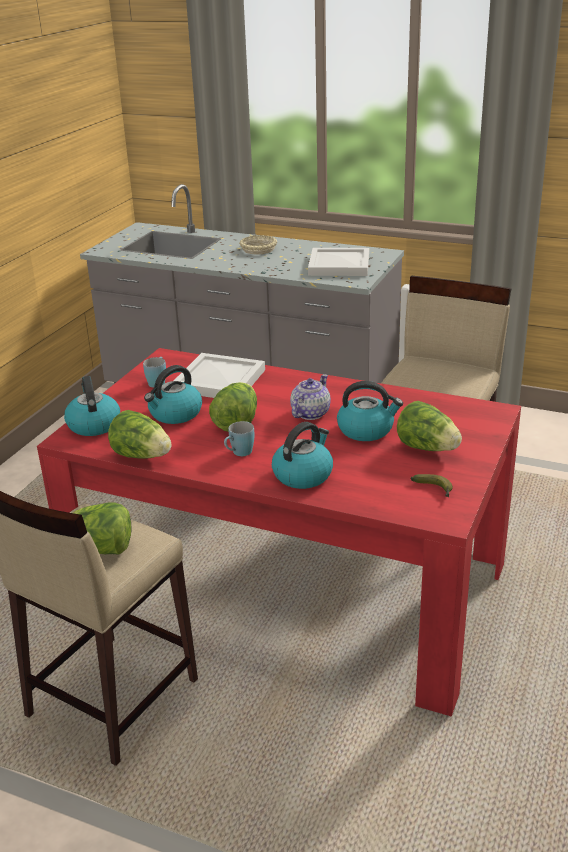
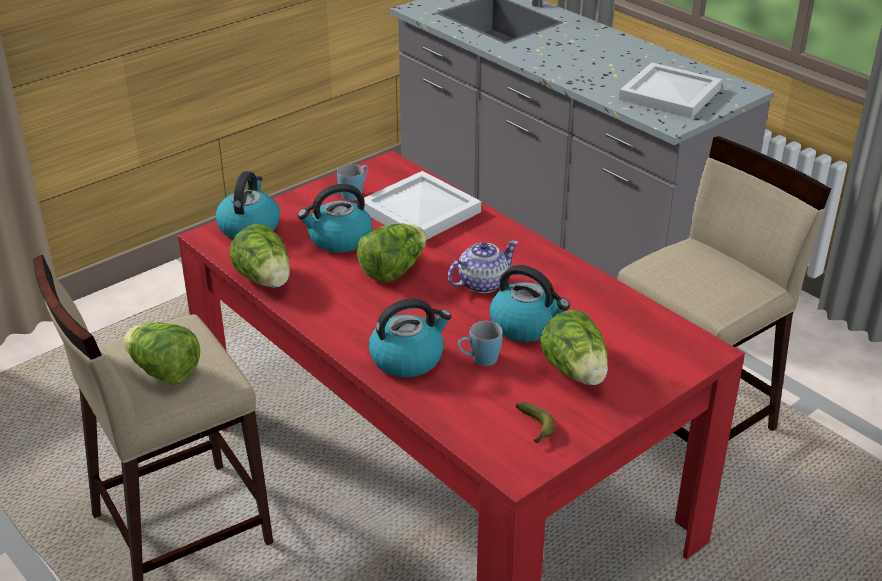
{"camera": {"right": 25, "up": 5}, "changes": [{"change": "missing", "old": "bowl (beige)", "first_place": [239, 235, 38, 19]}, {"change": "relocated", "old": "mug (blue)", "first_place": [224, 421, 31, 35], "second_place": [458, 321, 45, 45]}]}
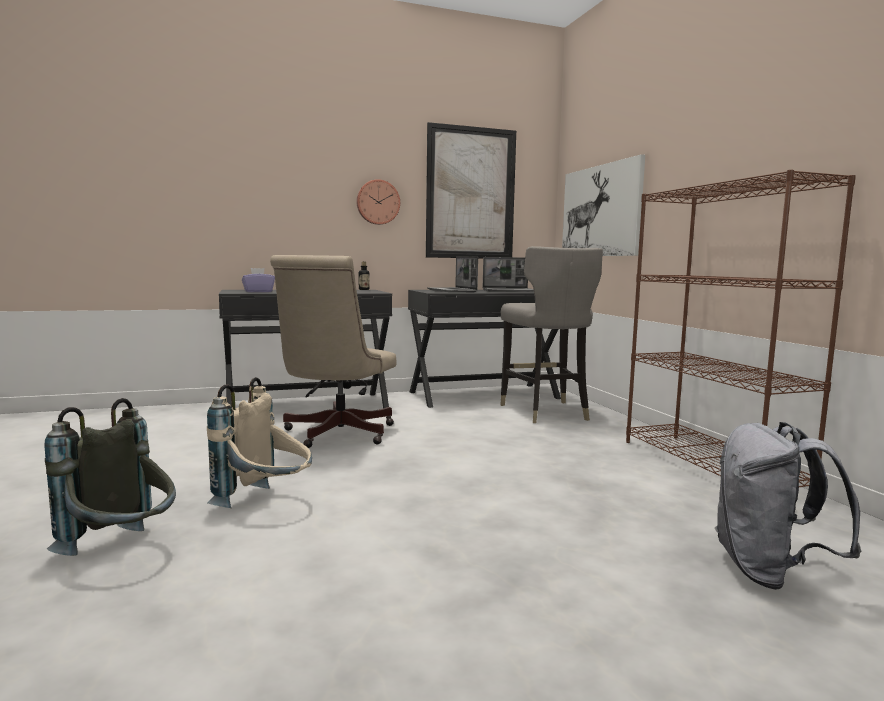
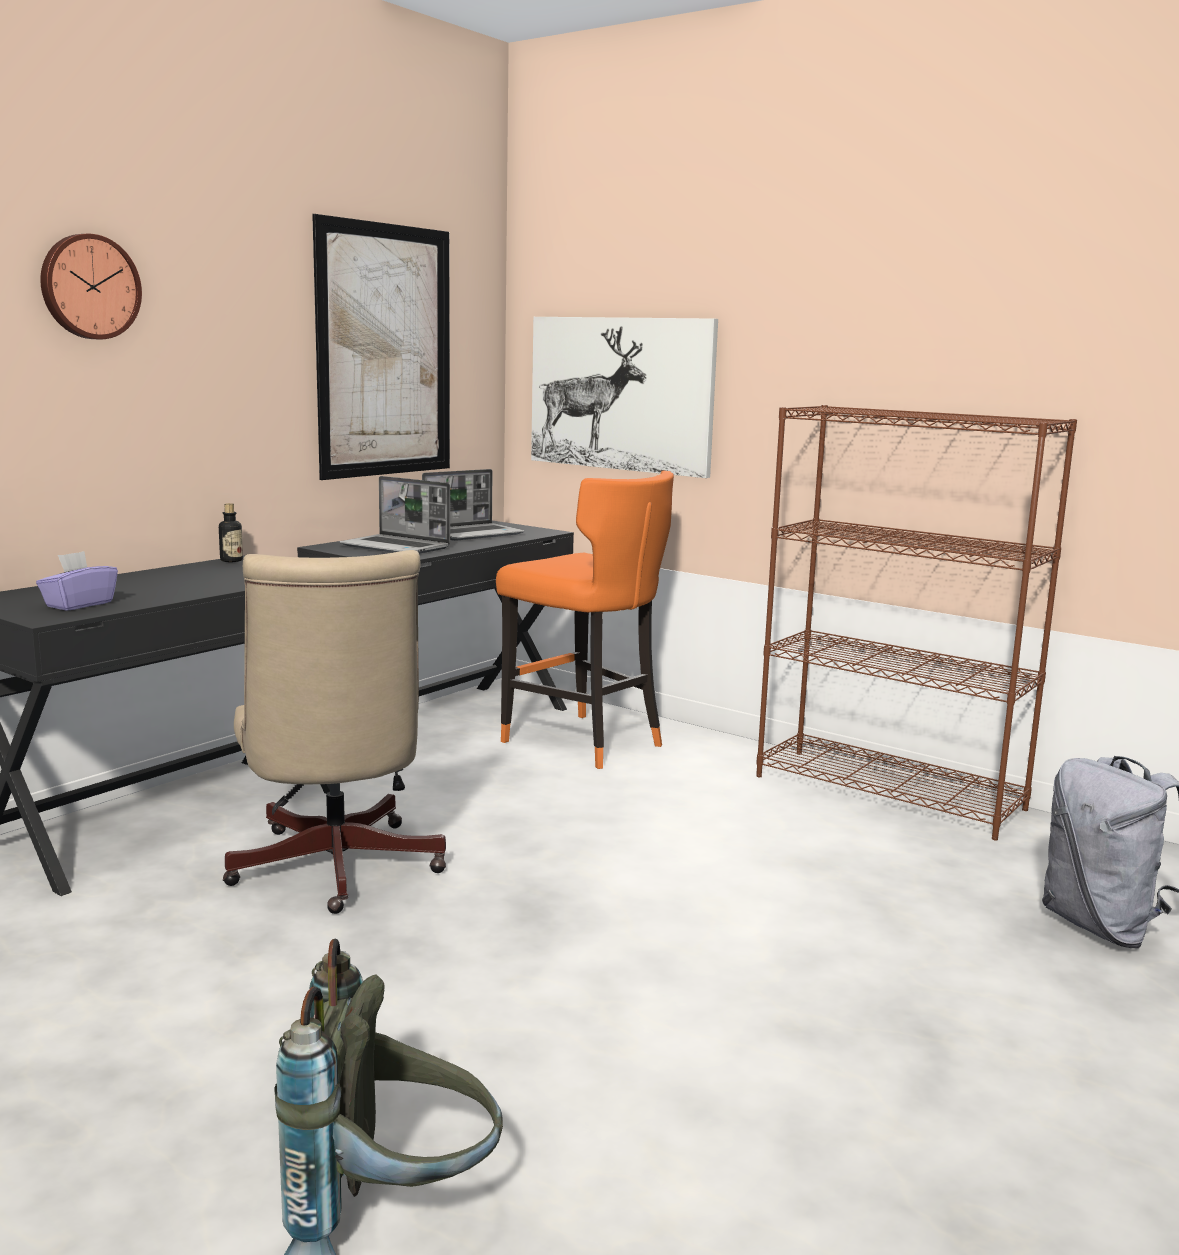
{"camera": {"right": -35, "up": 5}, "changes": [{"change": "missing", "old": "backpack (beige)", "first_place": [207, 377, 105, 131]}, {"change": "relocated", "old": "wall clock", "first_place": [356, 179, 44, 46], "second_place": [40, 234, 102, 105]}, {"change": "colour", "old": "stool (grey)", "new": "stool (orange)", "first_place": [500, 246, 103, 177], "second_place": [496, 470, 178, 299]}]}
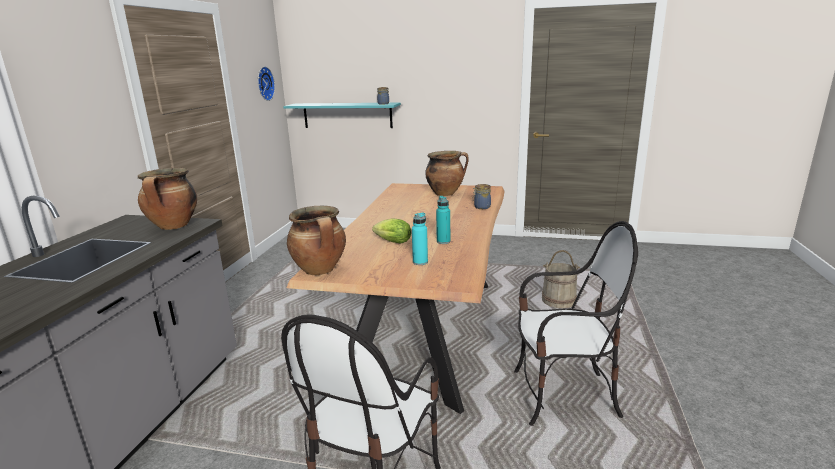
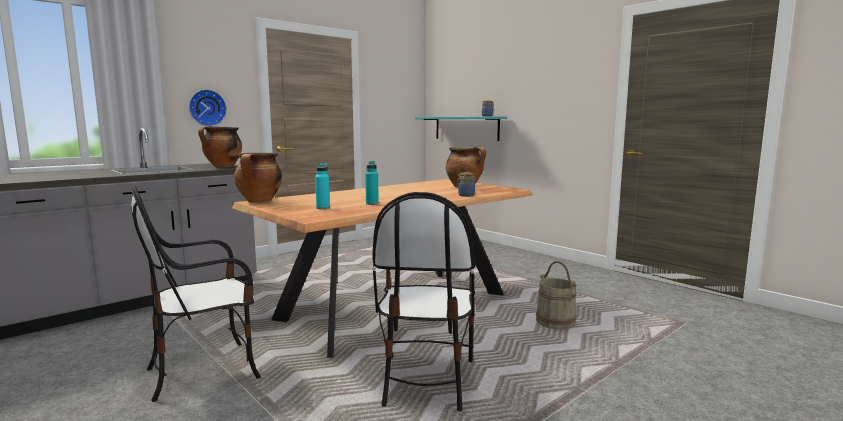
{"camera": {"right": 35, "up": -10}, "changes": [{"change": "missing", "old": "lettuce", "first_place": [372, 218, 39, 26]}, {"change": "relocated", "old": "wall clock", "first_place": [258, 66, 17, 35], "second_place": [189, 89, 38, 37]}, {"change": "spun", "old": "chair", "first_place": [514, 221, 124, 205], "second_place": [372, 192, 103, 220], "degrees": 60}]}
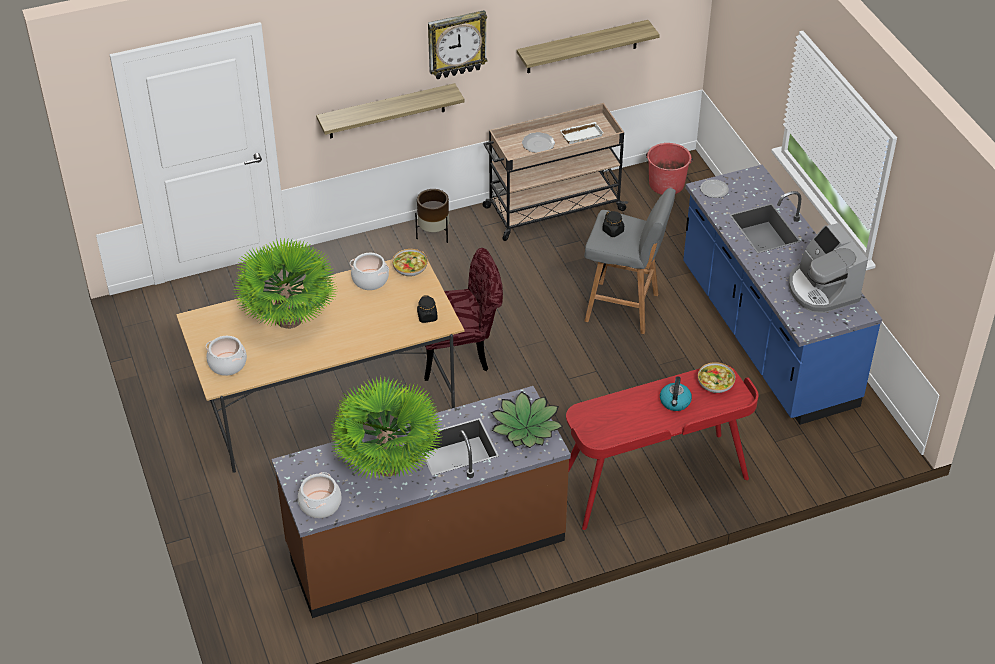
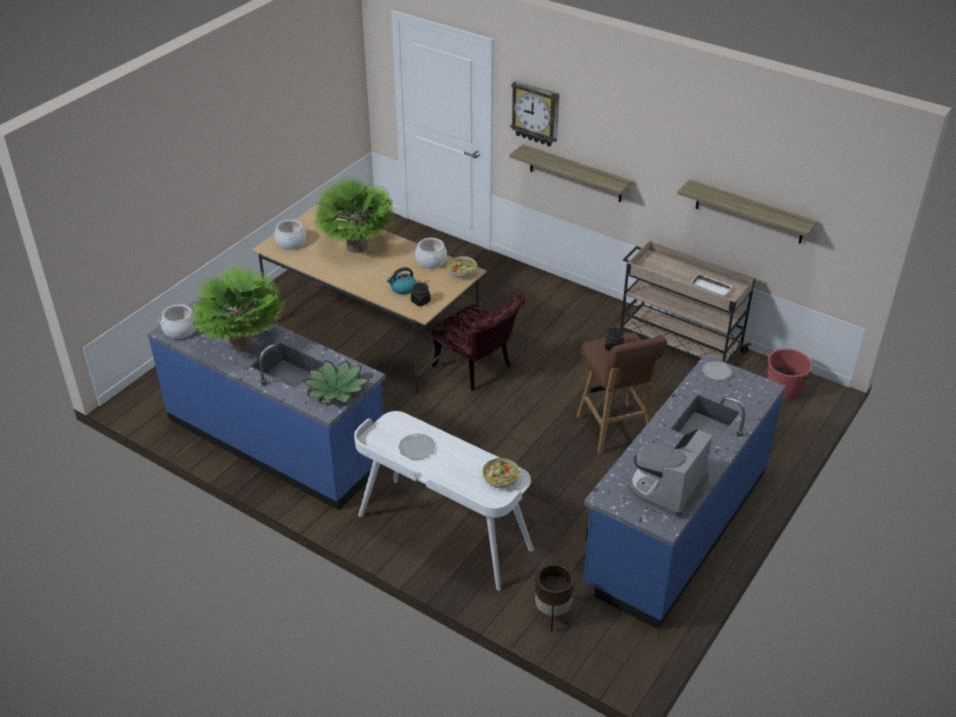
{"camera": {"right": 55, "up": -5}, "changes": [{"change": "relocated", "old": "planter (brown)", "first_place": [415, 189, 34, 54], "second_place": [534, 563, 40, 68]}, {"change": "relocated", "old": "wall clock", "first_place": [428, 10, 59, 69], "second_place": [510, 80, 49, 67]}, {"change": "relocated", "old": "plate", "first_place": [522, 132, 33, 21], "second_place": [398, 433, 38, 27]}, {"change": "relocated", "old": "kettle", "first_place": [660, 376, 32, 35], "second_place": [387, 267, 29, 28]}, {"change": "colour", "old": "counter (brown)", "new": "counter (blue)", "first_place": [272, 386, 299, 232], "second_place": [147, 294, 238, 216]}, {"change": "colour", "old": "desk (red)", "new": "desk (white)", "first_place": [566, 365, 193, 165], "second_place": [354, 411, 180, 180]}, {"change": "colour", "old": "stool (grey)", "new": "stool (brown)", "first_place": [584, 188, 92, 146], "second_place": [577, 333, 90, 121]}]}
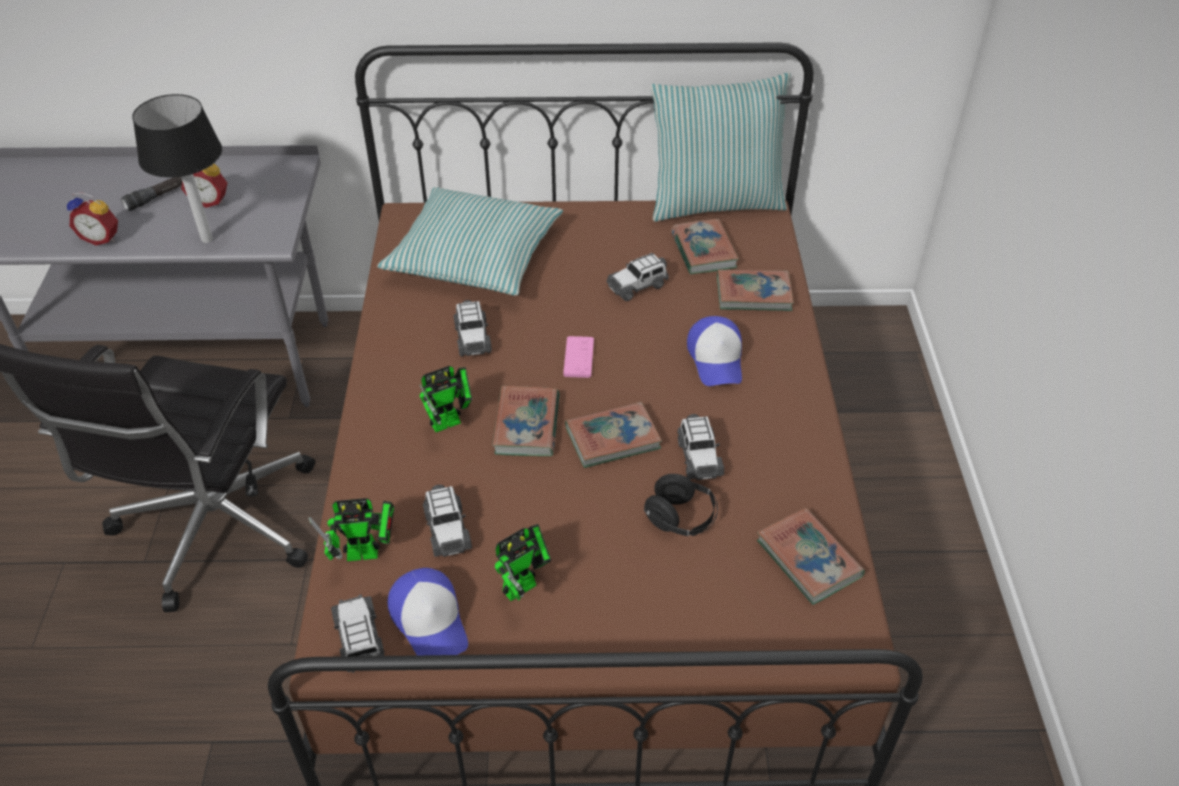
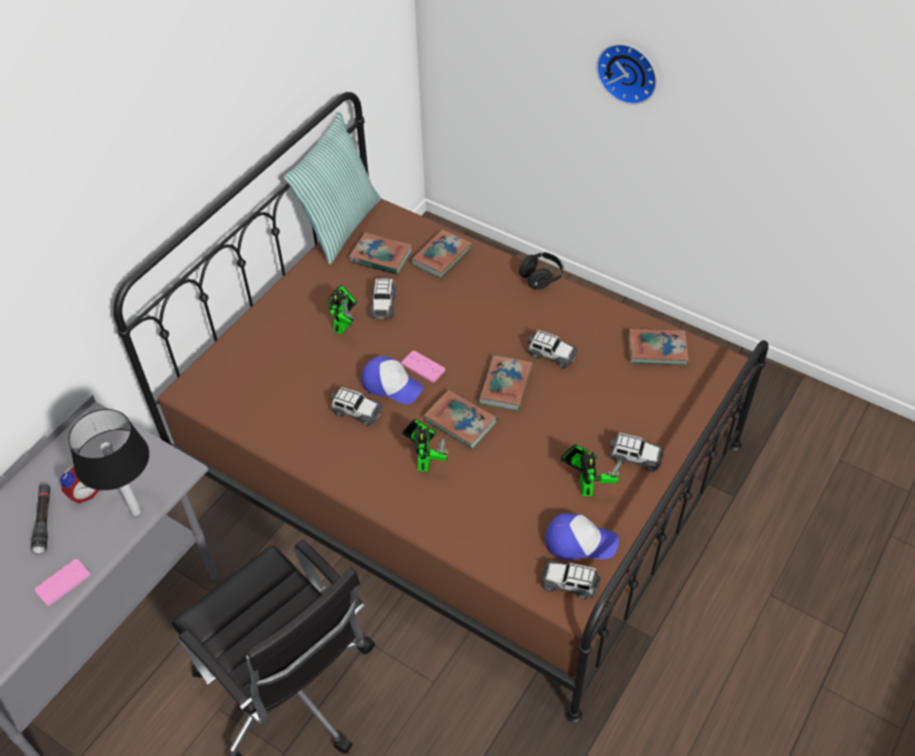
{"camera": {"right": -55, "up": 5}, "changes": [{"change": "missing", "old": "pillow", "first_place": [377, 187, 186, 109]}, {"change": "appeared", "new": "wall clock", "second_place": [596, 44, 61, 61]}, {"change": "relocated", "old": "toy robot", "first_place": [308, 498, 86, 63], "second_place": [328, 285, 29, 50]}, {"change": "relocated", "old": "toy car", "first_place": [423, 485, 49, 72], "second_place": [609, 433, 55, 39]}, {"change": "relocated", "old": "headphones (black)", "first_place": [644, 474, 74, 62], "second_place": [519, 252, 45, 37]}, {"change": "relocated", "old": "cap", "first_place": [687, 316, 55, 70], "second_place": [361, 356, 63, 48]}, {"change": "exchanged", "old": "alarm clock", "new": "game controller (pink)", "first_place": [67, 192, 51, 54], "second_place": [34, 559, 56, 47]}]}
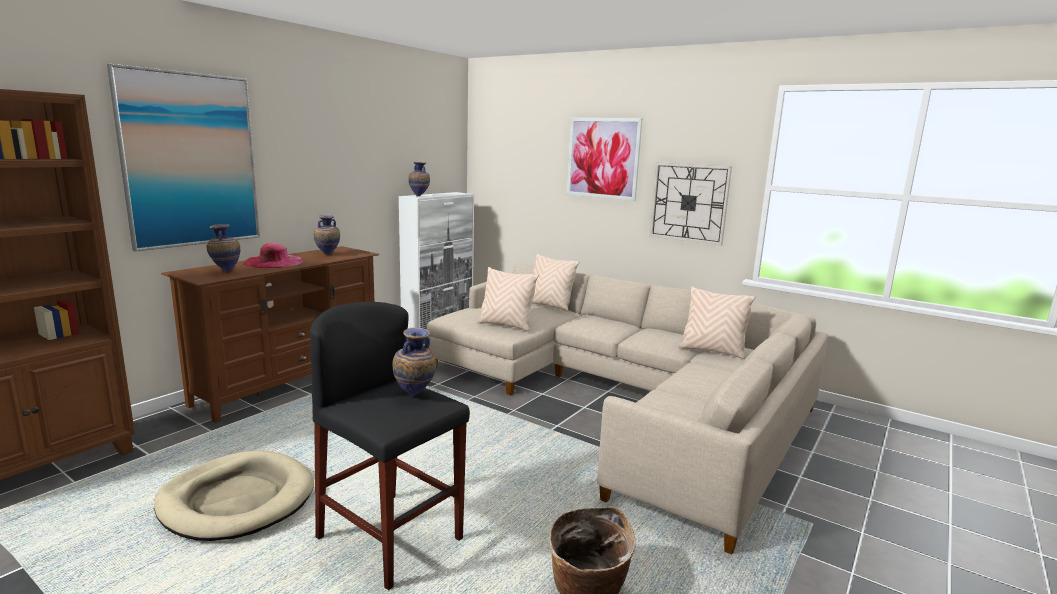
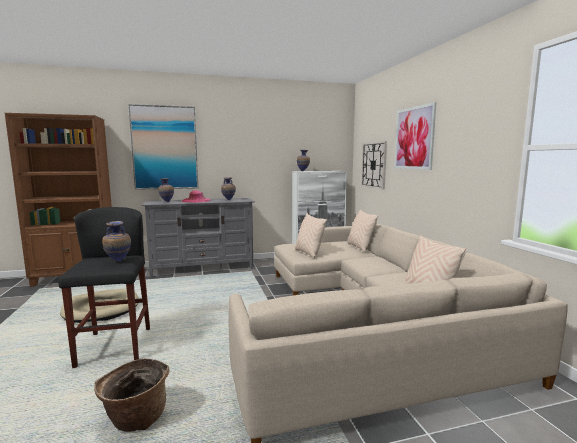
{"camera": {"right": 40, "up": -5}, "changes": [{"change": "relocated", "old": "wall clock", "first_place": [649, 162, 83, 84], "second_place": [361, 141, 26, 49]}, {"change": "colour", "old": "tv stand (brown)", "new": "tv stand (grey)", "first_place": [161, 246, 219, 177], "second_place": [141, 198, 114, 79]}]}
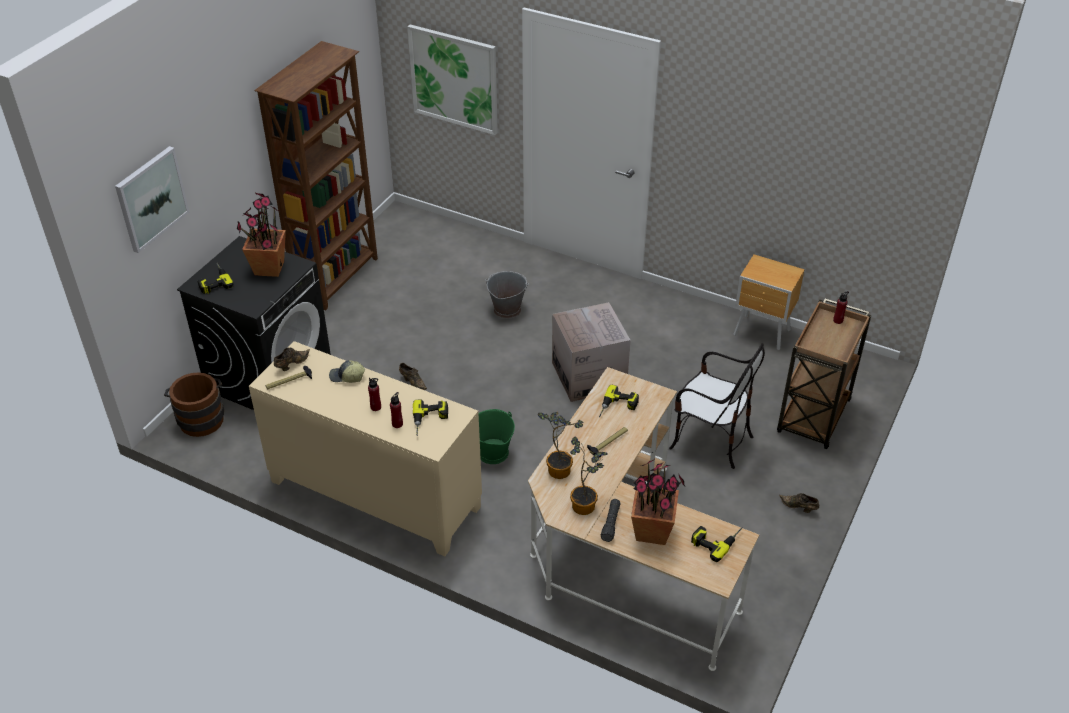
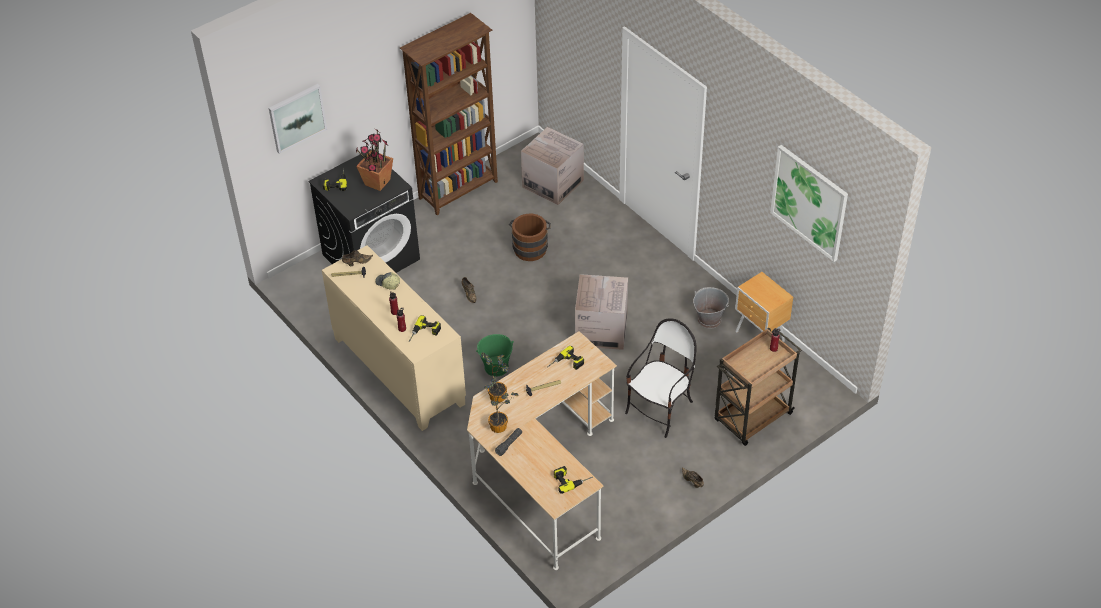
{"camera": {"right": 25, "up": 5}, "changes": [{"change": "missing", "old": "potted plant", "first_place": [631, 460, 54, 85]}, {"change": "appeared", "new": "cardboard box", "second_place": [521, 127, 63, 78]}, {"change": "relocated", "old": "bucket (brown)", "first_place": [164, 372, 60, 65], "second_place": [509, 214, 42, 47]}, {"change": "relocated", "old": "picture", "first_place": [407, 24, 91, 111], "second_place": [770, 145, 78, 117]}, {"change": "relocated", "old": "bucket (grey)", "first_place": [485, 271, 44, 48], "second_place": [693, 287, 36, 42]}, {"change": "spun", "old": "chair", "first_place": [669, 343, 96, 126], "second_place": [625, 318, 72, 120], "degrees": -105}]}
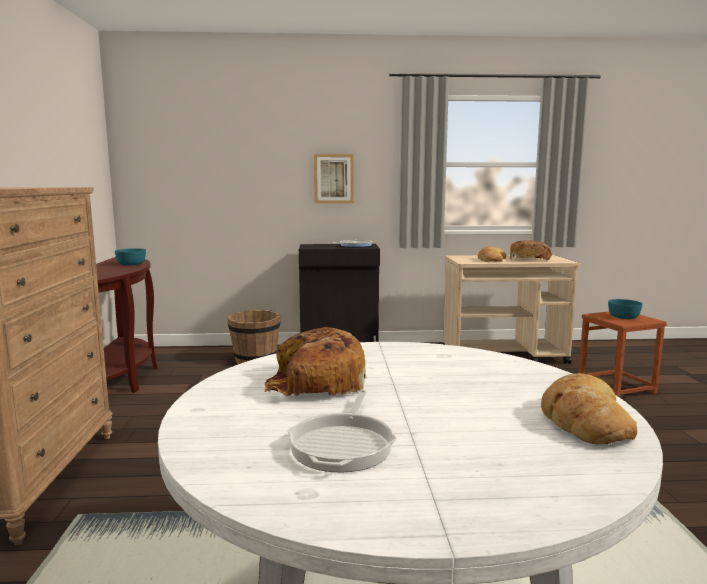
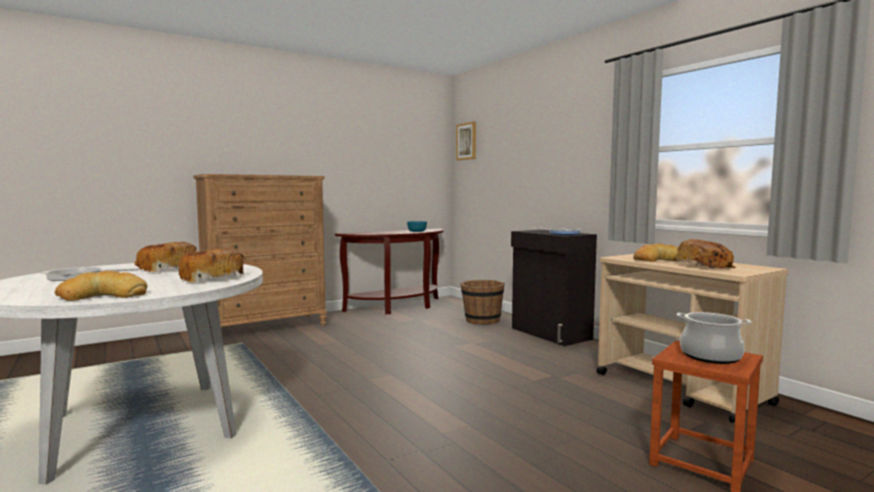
{"camera": {"right": 60, "up": -5}, "changes": [{"change": "appeared", "new": "bread", "second_place": [179, 248, 65, 34]}, {"change": "relocated", "old": "picture", "first_place": [314, 154, 40, 49], "second_place": [456, 122, 20, 38]}, {"change": "exchanged", "old": "bowl (turquoise)", "new": "cooking pot", "first_place": [608, 299, 35, 20], "second_place": [676, 312, 76, 52]}]}
